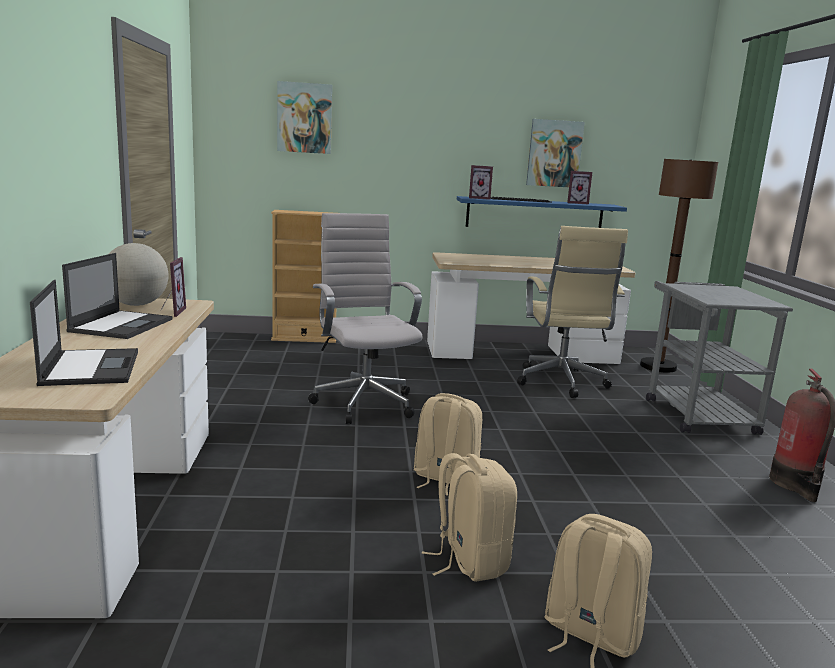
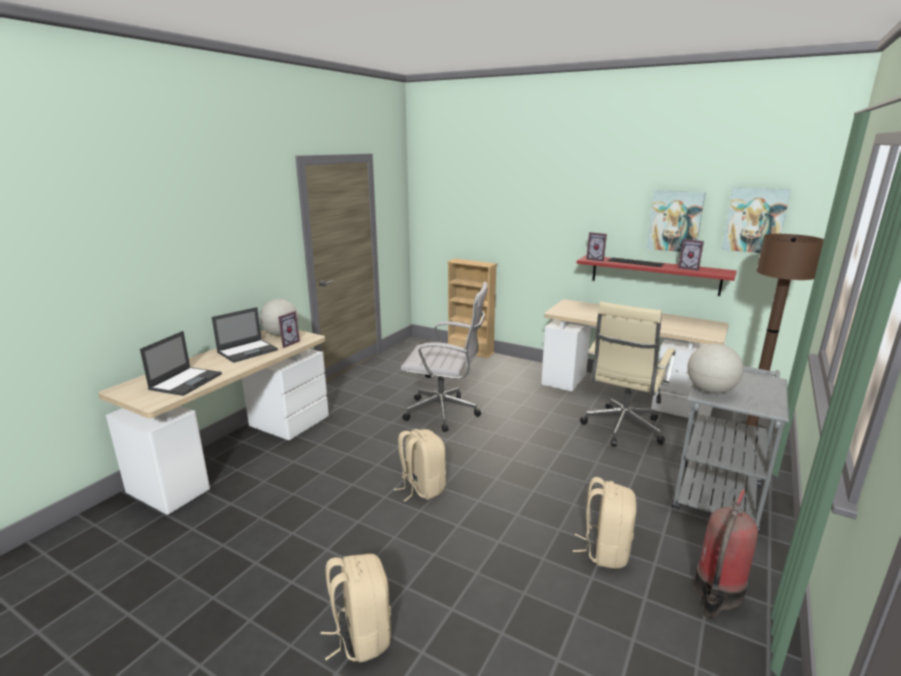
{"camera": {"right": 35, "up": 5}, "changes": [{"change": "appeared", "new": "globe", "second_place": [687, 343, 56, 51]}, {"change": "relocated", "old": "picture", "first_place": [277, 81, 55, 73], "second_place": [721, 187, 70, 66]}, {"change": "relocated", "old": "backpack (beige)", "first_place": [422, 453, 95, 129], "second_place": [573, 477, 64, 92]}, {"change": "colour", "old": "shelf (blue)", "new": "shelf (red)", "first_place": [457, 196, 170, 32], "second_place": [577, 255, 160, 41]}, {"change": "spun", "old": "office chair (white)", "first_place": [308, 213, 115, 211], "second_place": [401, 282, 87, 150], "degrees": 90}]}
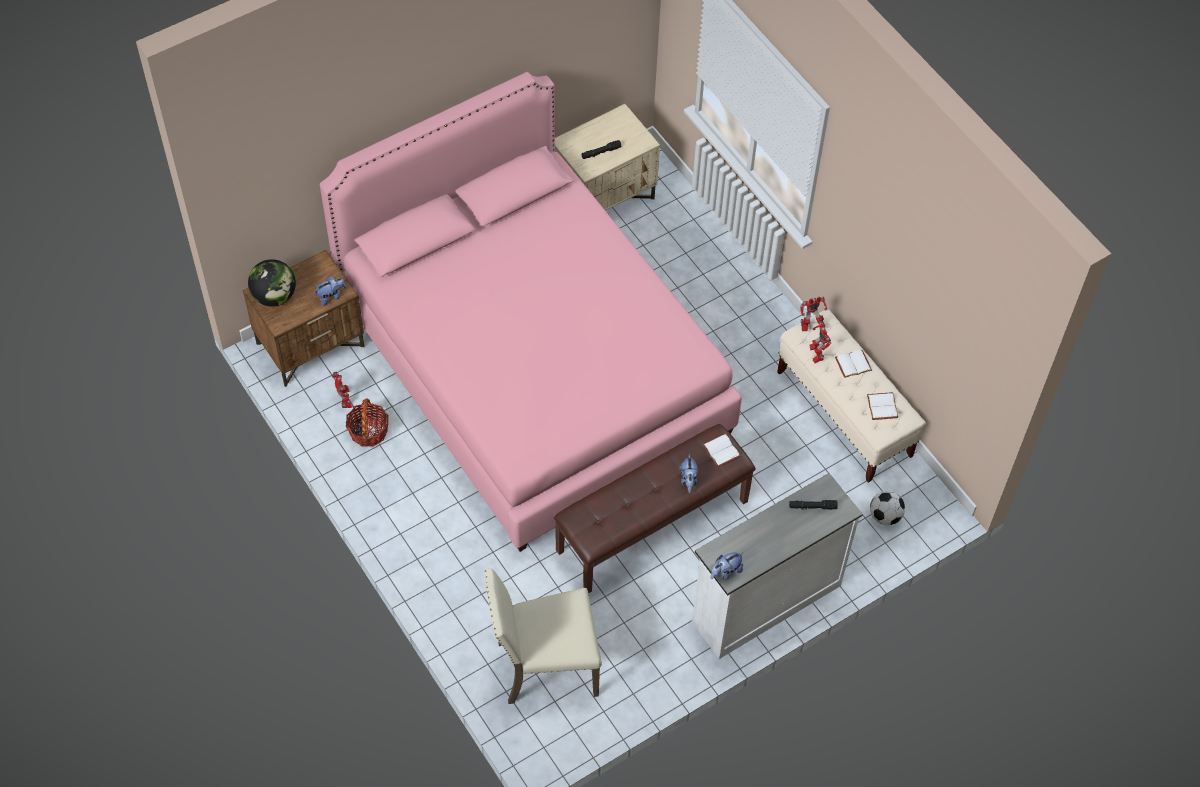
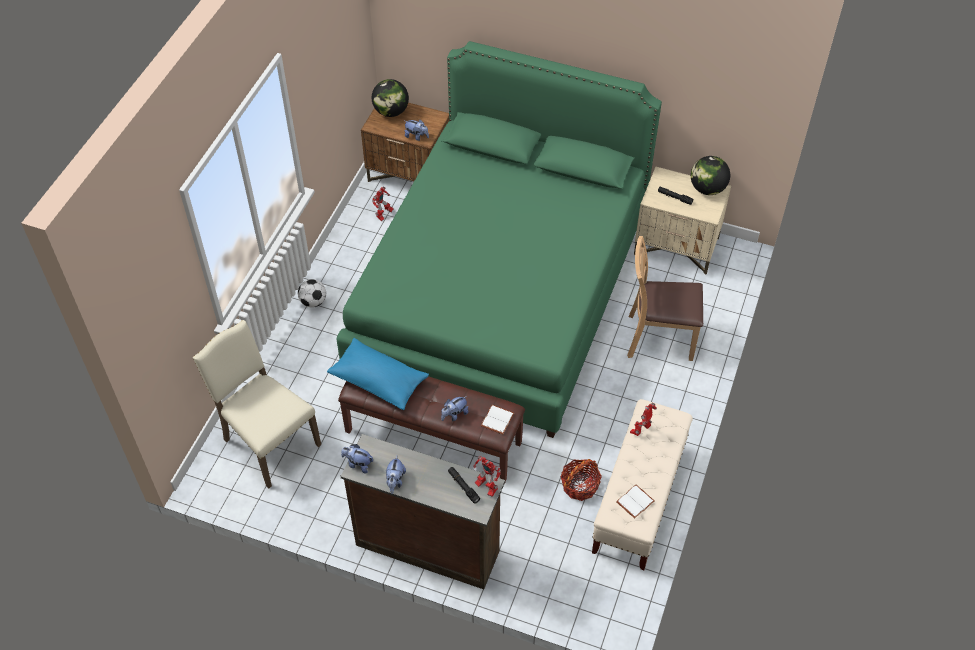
{"camera": {"right": 55, "up": -5}, "changes": [{"change": "missing", "old": "book (white)", "first_place": [835, 350, 37, 28]}, {"change": "appeared", "new": "pillow (blue)", "second_place": [327, 338, 102, 72]}, {"change": "appeared", "new": "plush toy", "second_place": [386, 456, 20, 38]}, {"change": "appeared", "new": "chair (brown)", "second_place": [627, 236, 76, 125]}, {"change": "appeared", "new": "globe", "second_place": [691, 156, 39, 39]}, {"change": "relocated", "old": "basket", "first_place": [346, 398, 43, 48], "second_place": [561, 459, 41, 42]}, {"change": "relocated", "old": "toy robot", "first_place": [800, 297, 27, 34], "second_place": [473, 455, 28, 42]}, {"change": "relocated", "old": "football", "first_place": [870, 491, 35, 34], "second_place": [298, 279, 28, 29]}, {"change": "colour", "old": "bed (pink)", "new": "bed (green)", "first_place": [320, 72, 422, 480], "second_place": [337, 41, 325, 397]}, {"change": "colour", "old": "dresser (white)", "new": "dresser (brown)", "first_place": [692, 473, 171, 186], "second_place": [340, 434, 165, 155]}]}
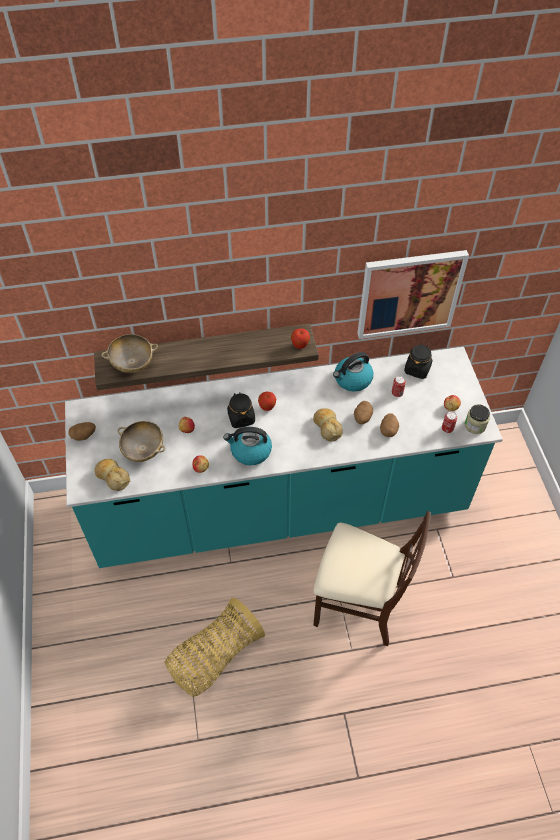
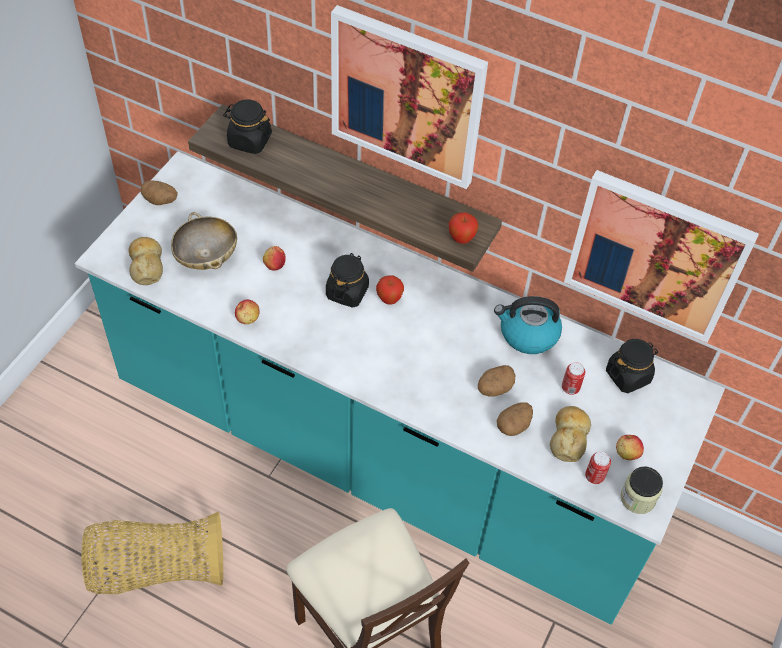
{"camera": {"right": 35, "up": 0}, "changes": [{"change": "missing", "old": "kettle", "first_place": [223, 427, 49, 38]}, {"change": "appeared", "new": "picture", "second_place": [331, 5, 157, 184]}, {"change": "relocated", "old": "bread", "first_place": [313, 408, 30, 33], "second_place": [550, 406, 41, 56]}, {"change": "exchanged", "old": "bowl (beige)", "new": "jar (black)", "first_place": [101, 334, 57, 39], "second_place": [223, 100, 49, 54]}]}
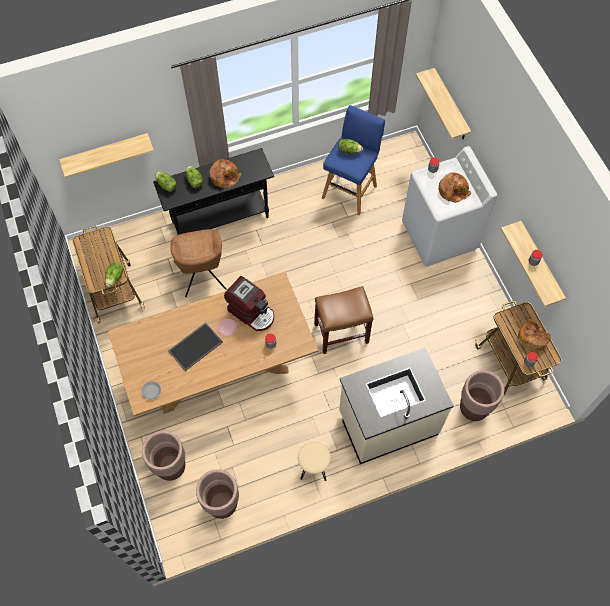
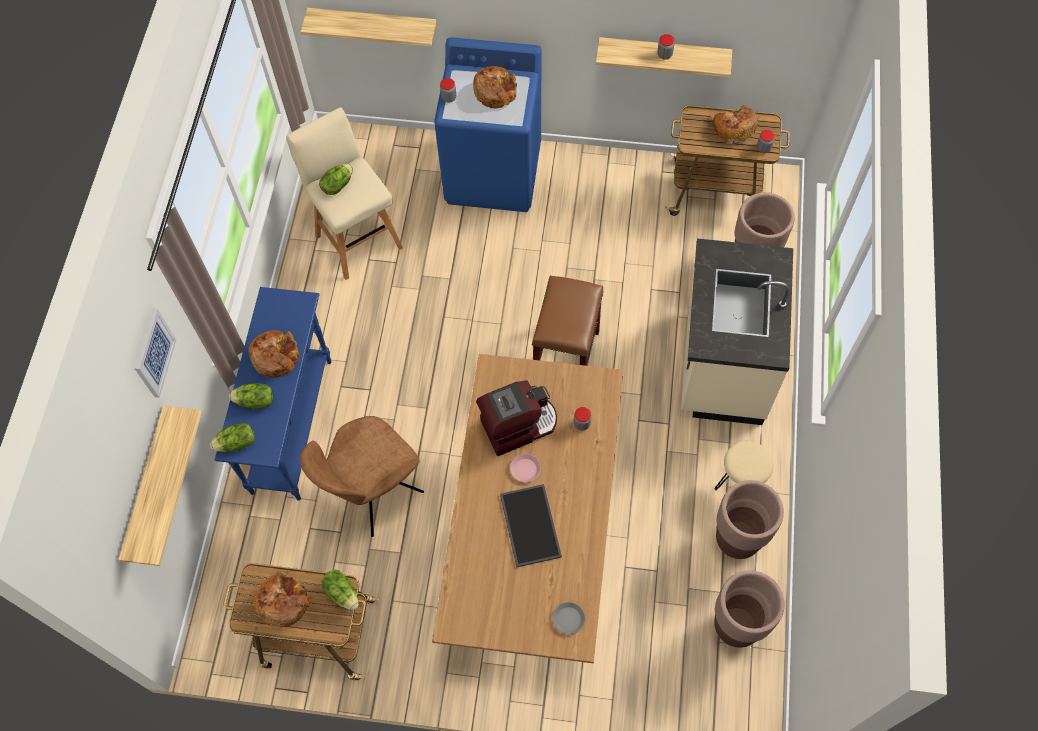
{"camera": {"right": -60, "up": 0}, "changes": [{"change": "appeared", "new": "picture", "second_place": [134, 308, 42, 90]}, {"change": "appeared", "new": "bread", "second_place": [254, 570, 56, 57]}, {"change": "relocated", "old": "planter (brown)", "first_place": [142, 431, 43, 50], "second_place": [716, 480, 68, 79]}, {"change": "colour", "old": "console table (black)", "new": "console table (blue)", "first_place": [153, 148, 121, 87], "second_place": [215, 287, 117, 214]}, {"change": "colour", "old": "stool (blue)", "new": "stool (beige)", "first_place": [322, 105, 63, 110], "second_place": [286, 107, 117, 173]}, {"change": "colour", "old": "washing machine (white)", "new": "washing machine (blue)", "first_place": [402, 146, 95, 121], "second_place": [434, 37, 107, 175]}, {"change": "spun", "old": "chair (brown)", "first_place": [170, 229, 57, 68], "second_place": [300, 416, 124, 121], "degrees": 120}]}
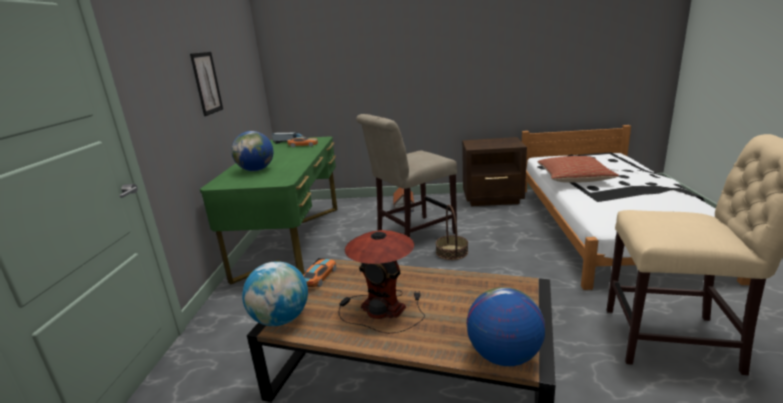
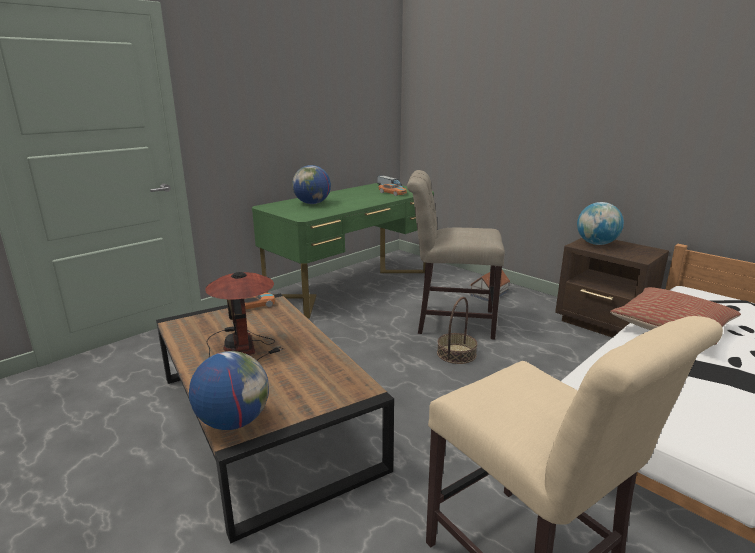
{"camera": {"right": 40, "up": 0}, "changes": [{"change": "missing", "old": "picture", "first_place": [190, 52, 33, 64]}, {"change": "relocated", "old": "globe", "first_place": [242, 261, 66, 65], "second_place": [577, 202, 47, 43]}]}
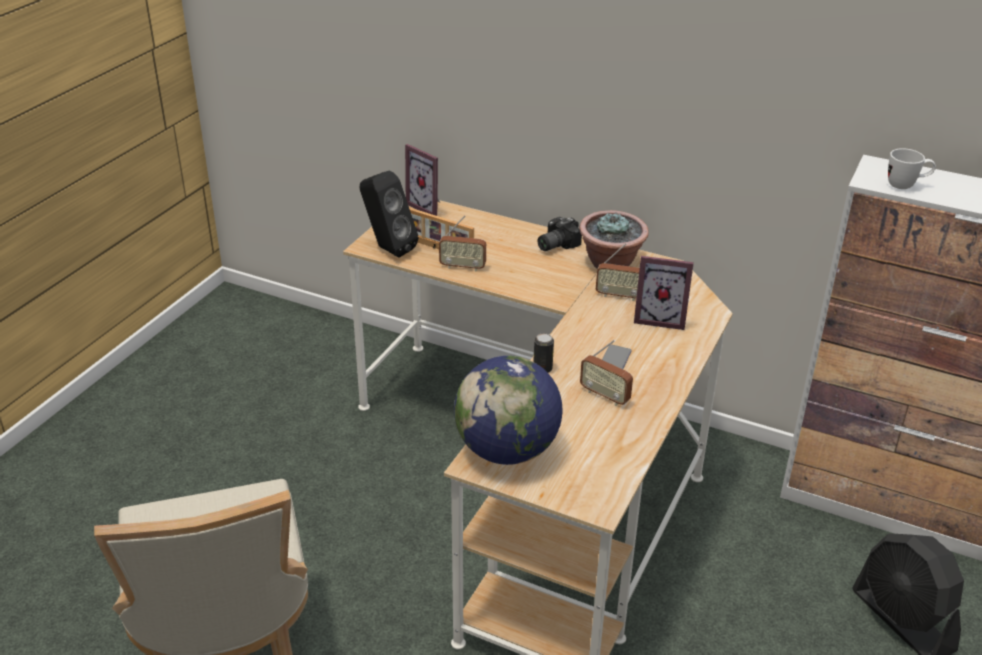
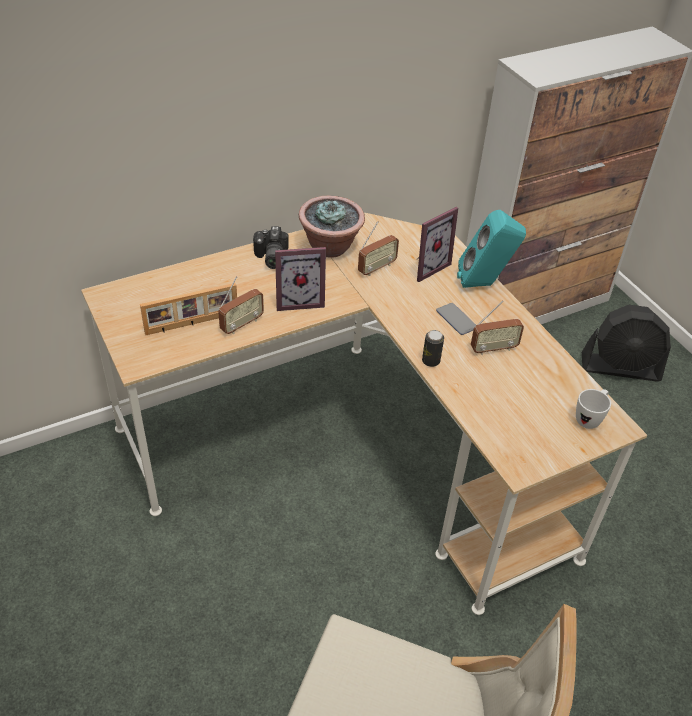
{"camera": {"right": -55, "up": 10}, "changes": [{"change": "missing", "old": "speaker (black)", "first_place": [359, 171, 59, 87]}, {"change": "missing", "old": "globe", "first_place": [454, 356, 108, 109]}, {"change": "appeared", "new": "speaker (turquoise)", "second_place": [457, 210, 69, 78]}, {"change": "relocated", "old": "picture frame", "first_place": [405, 144, 35, 72], "second_place": [275, 247, 51, 64]}, {"change": "relocated", "old": "mug (white)", "first_place": [888, 148, 48, 41], "second_place": [576, 389, 35, 40]}]}
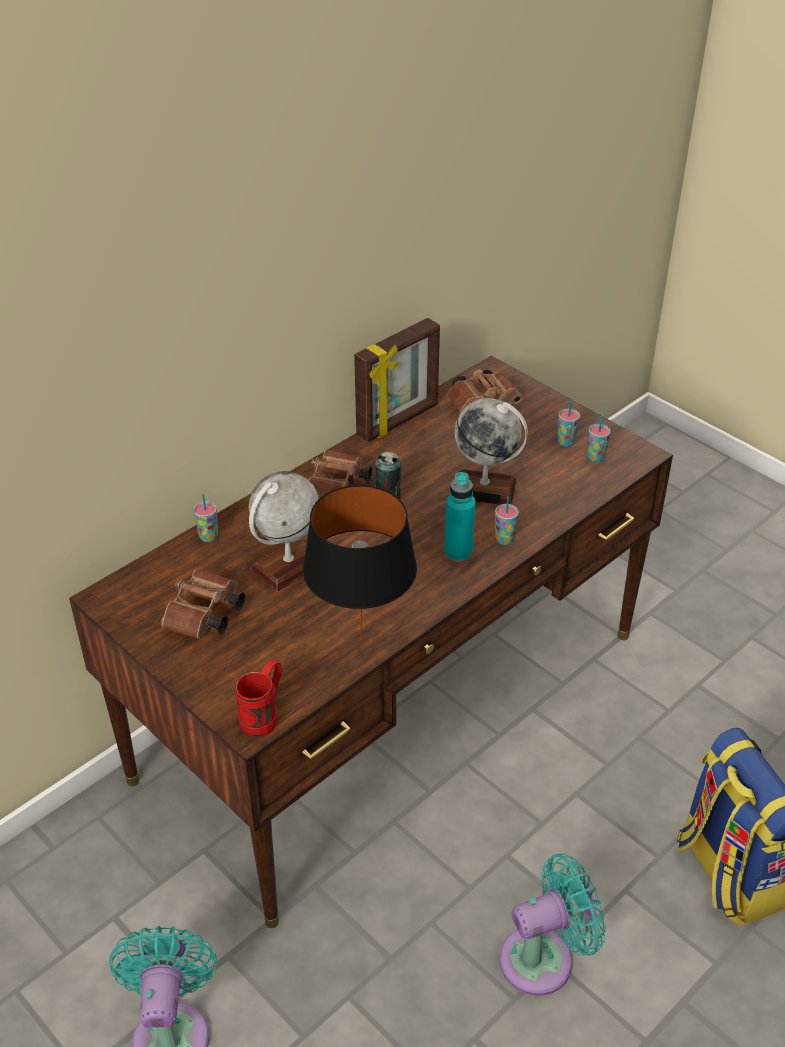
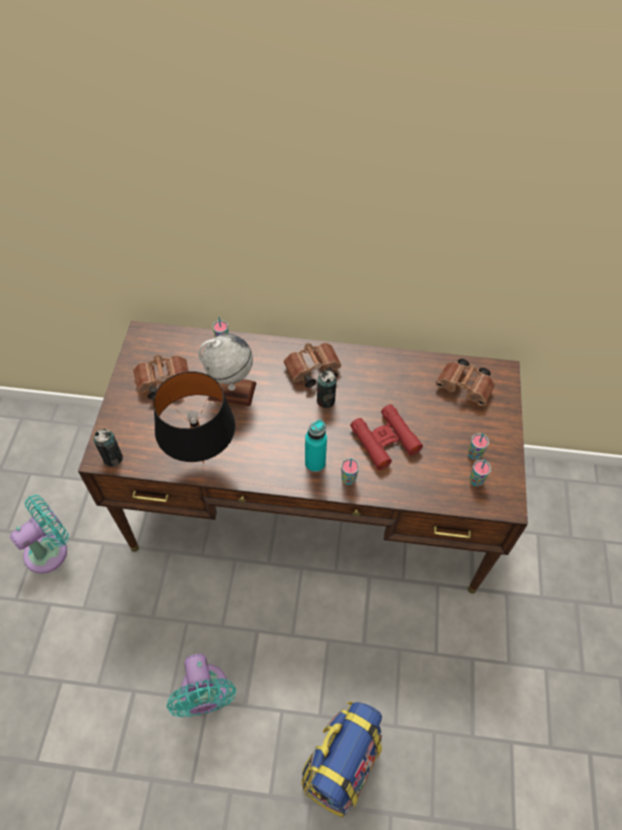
{"camera": {"right": 50, "up": 15}, "changes": [{"change": "missing", "old": "picture frame", "first_place": [354, 318, 86, 124]}, {"change": "exchanged", "old": "mug (red)", "new": "can", "first_place": [235, 660, 47, 77], "second_place": [94, 429, 29, 38]}, {"change": "exchanged", "old": "globe", "new": "binoculars (red)", "first_place": [454, 398, 74, 107], "second_place": [350, 404, 73, 66]}, {"change": "spun", "old": "fan (turquoise)", "first_place": [499, 854, 107, 141], "second_place": [166, 654, 70, 63], "degrees": 45}]}
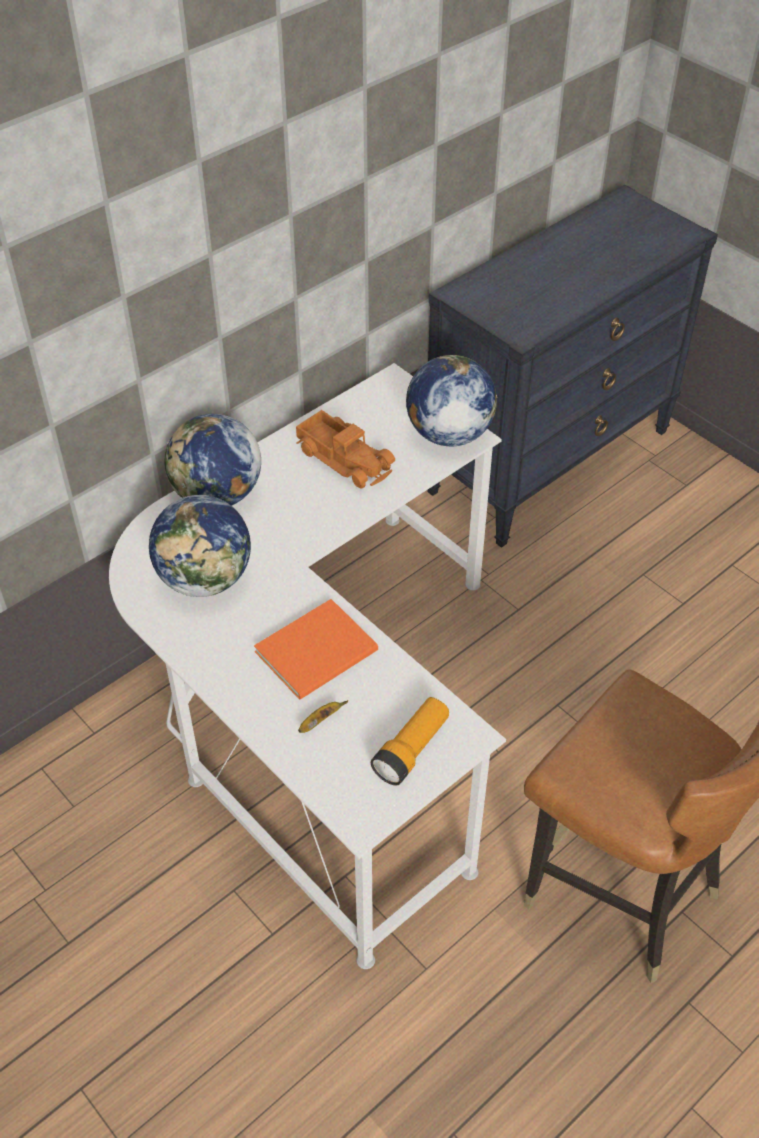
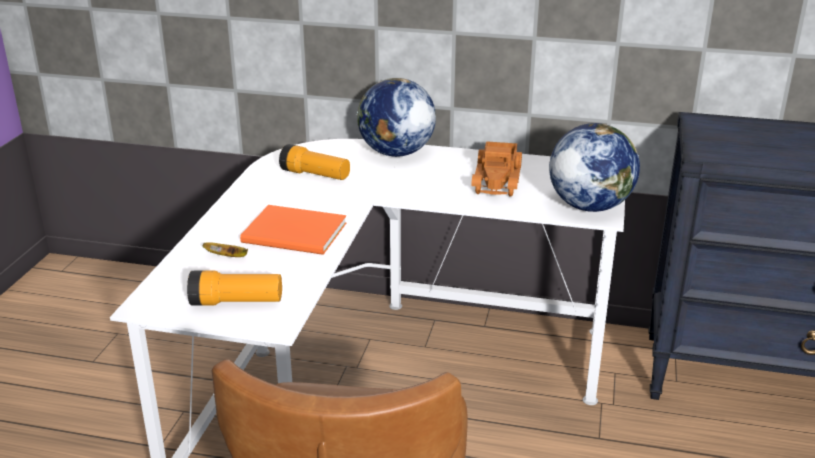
{"camera": {"right": 55, "up": -20}, "changes": [{"change": "exchanged", "old": "globe", "new": "flashlight", "first_place": [149, 495, 102, 102], "second_place": [279, 144, 71, 36]}]}
